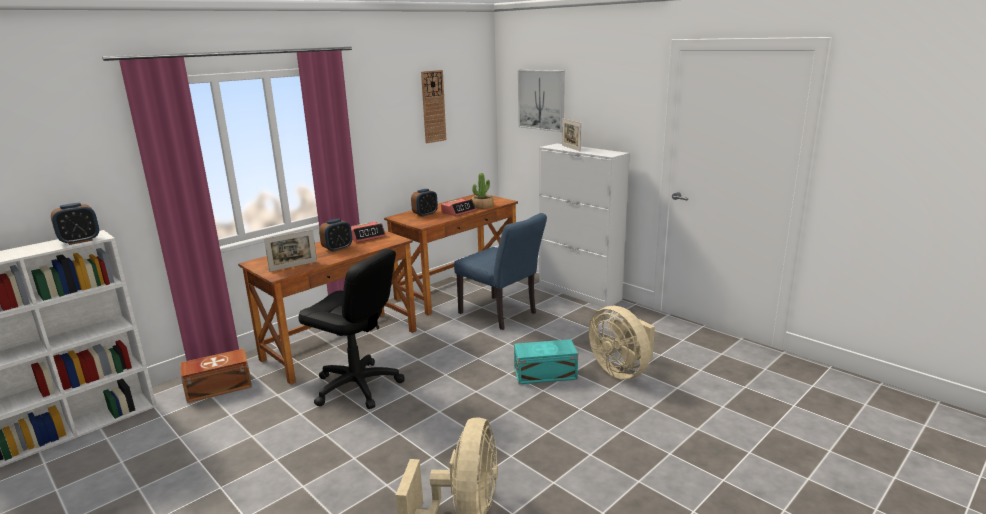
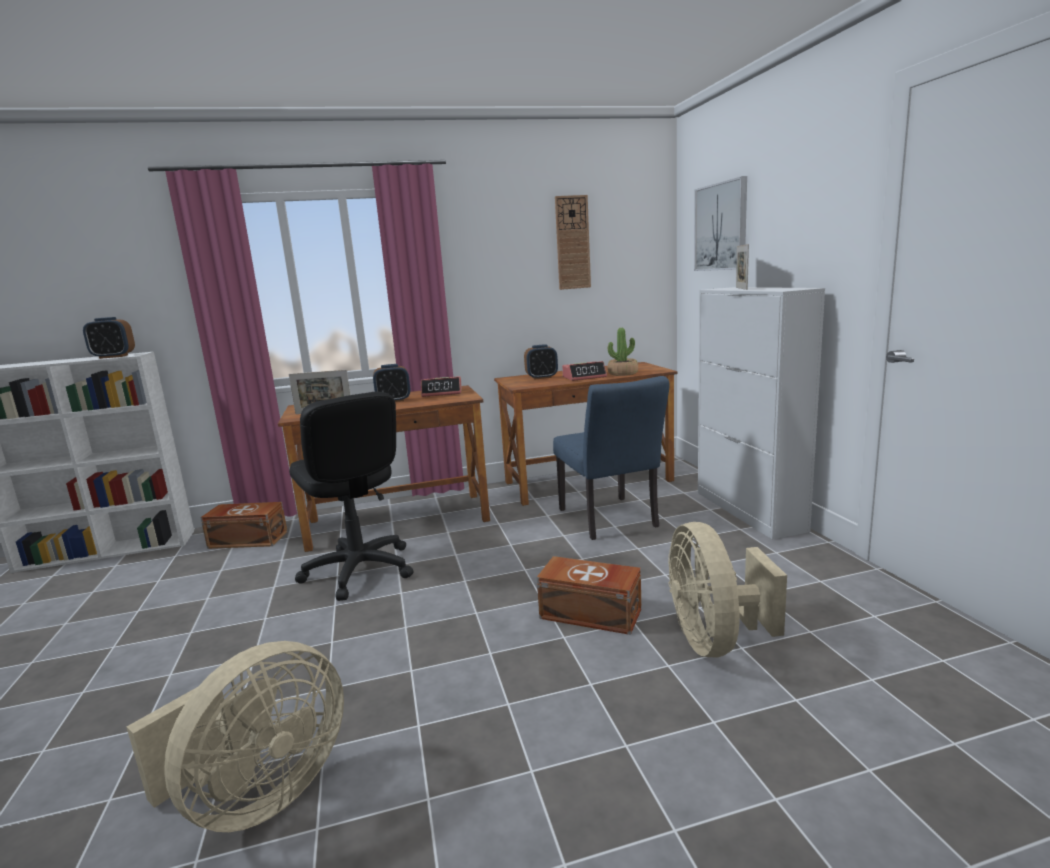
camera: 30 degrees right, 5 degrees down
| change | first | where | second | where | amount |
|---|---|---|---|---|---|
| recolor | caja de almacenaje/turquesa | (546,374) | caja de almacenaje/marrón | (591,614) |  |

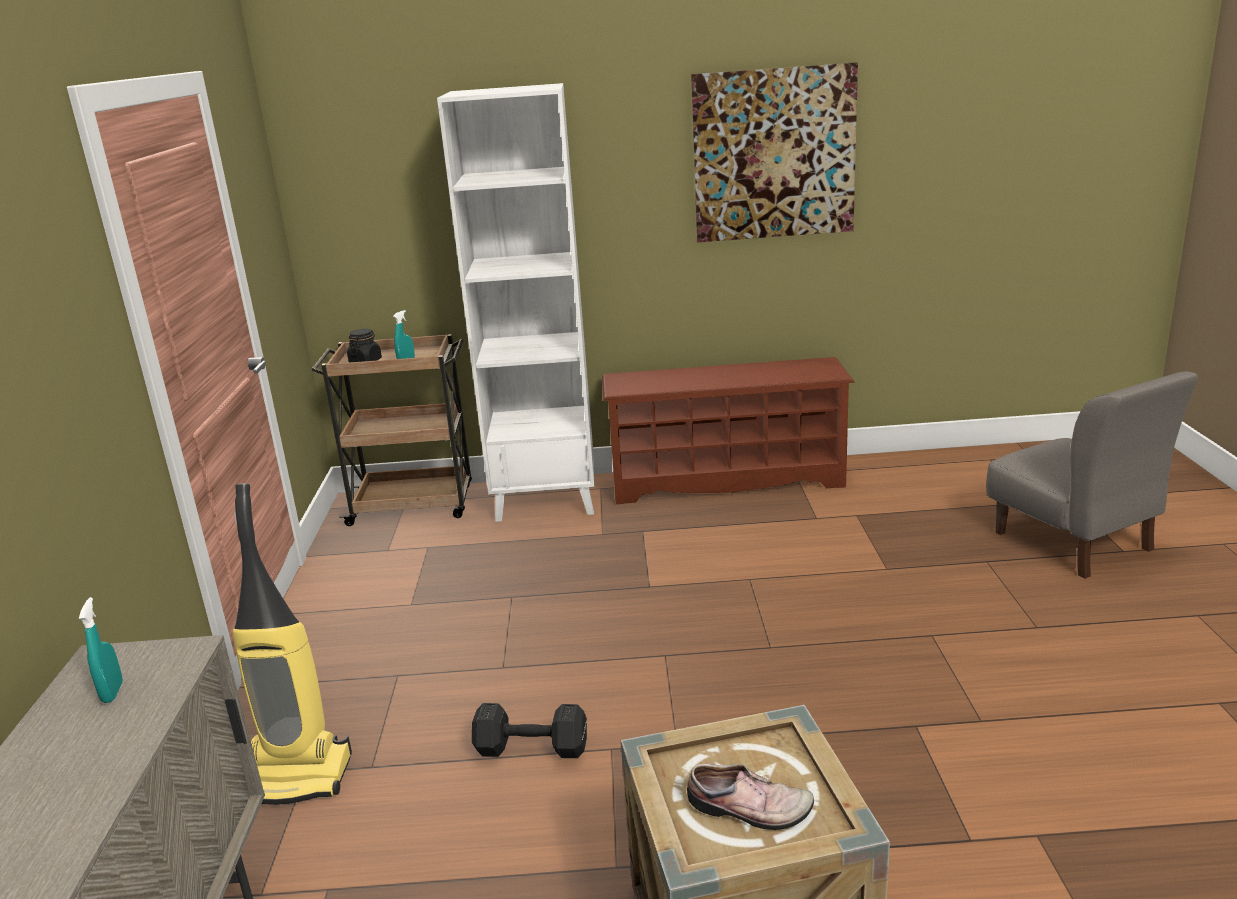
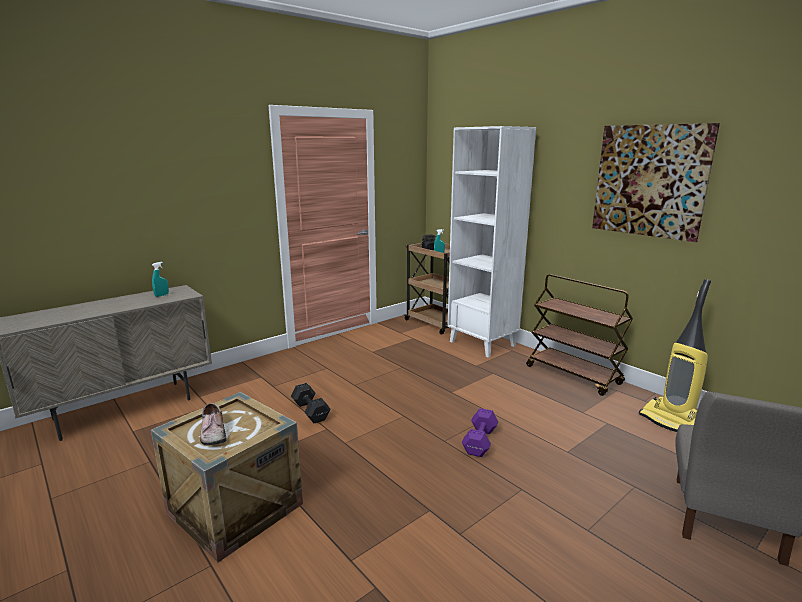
camera: 50 degrees right, 5 degrees down
| change | first | where | second | where | amount |
|---|---|---|---|---|---|
| insert |  |  | mancuerna/morado | (479,442) |  |
| move | aspiradora | (293,775) |  | (672,421) |  |
| replace | zapatero/marrón | (727,480) | carrito/marrón | (574,375) |  |

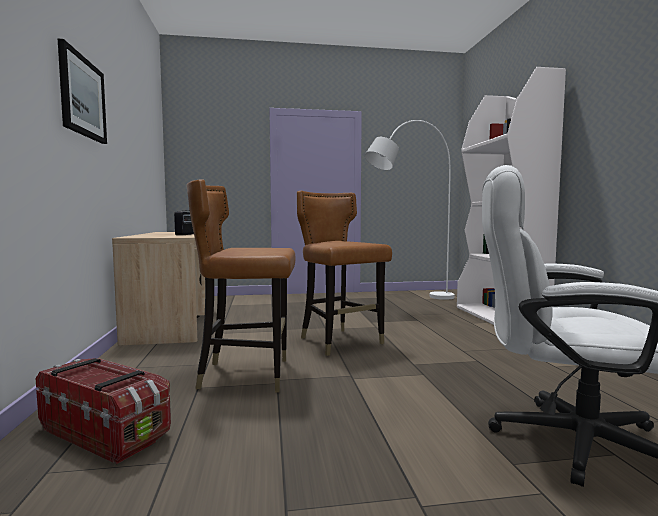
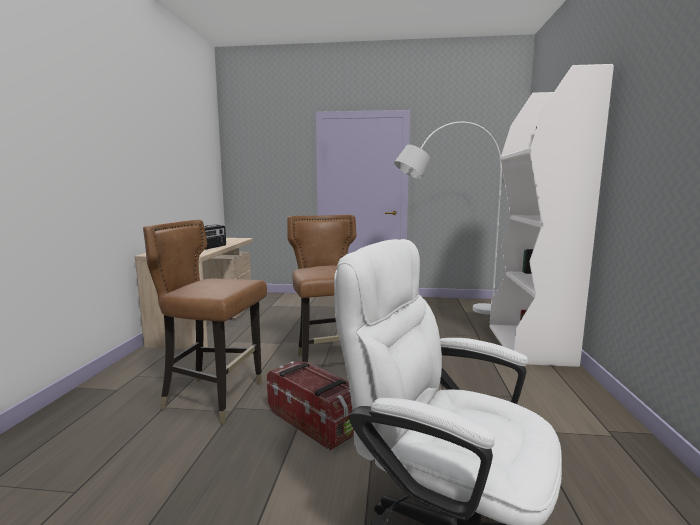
camera: 15 degrees right, 5 degrees up
| change | first | where | second | where | amount |
|---|---|---|---|---|---|
| delete | cuadro | (82,97) |  |  |  |
| move | caja de almacenaje | (106,432) |  | (315,420) |  |

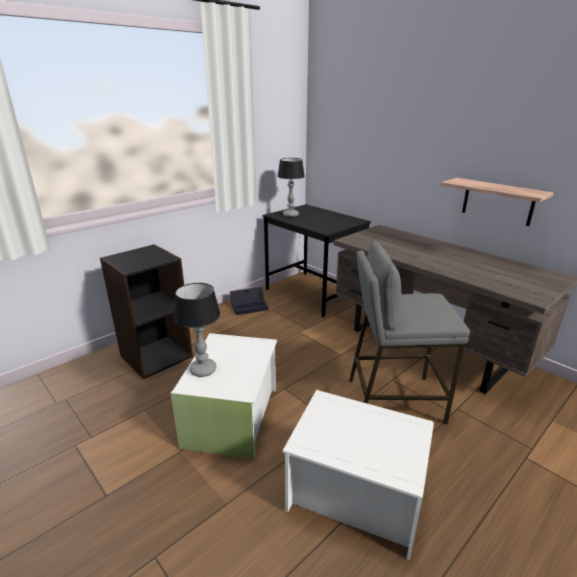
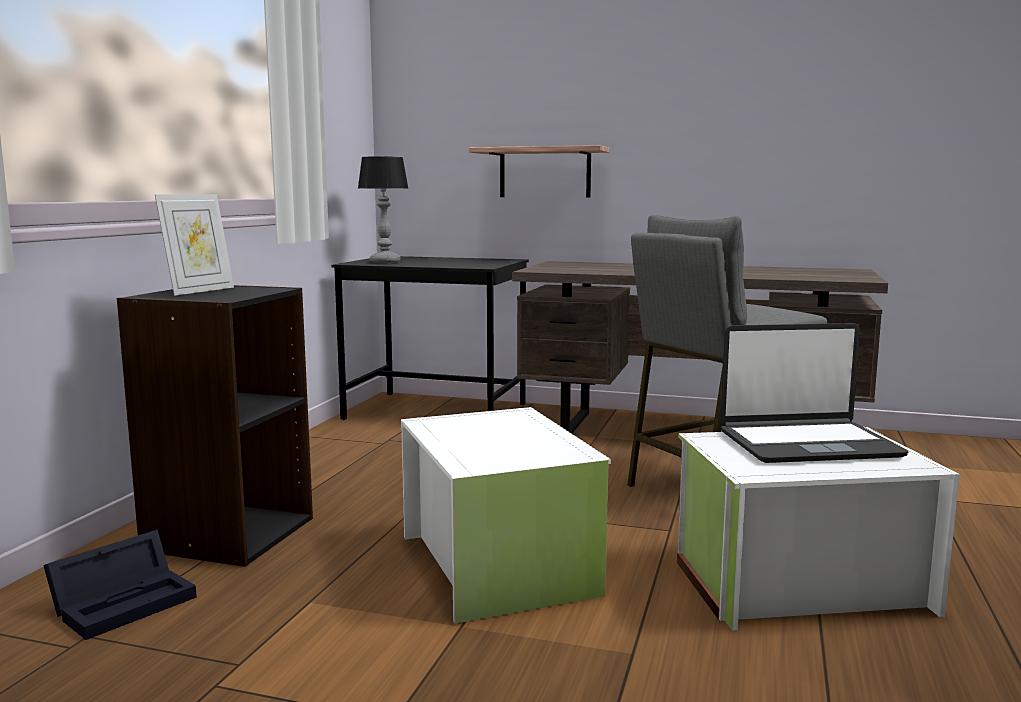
camera: 30 degrees left, 15 degrees down
| change | first | where | second | where | amount |
|---|---|---|---|---|---|
| delete | lámpara de mesa | (203,370) |  |  |  |
| insert |  |  | portarretratos | (199,291) |  |
| insert |  |  | portátil | (807,444) |  |
| move | caja de almacenaje/negro | (250,306) |  | (126,602) |  |
| move | estante | (497,201) |  | (545,173) |  |

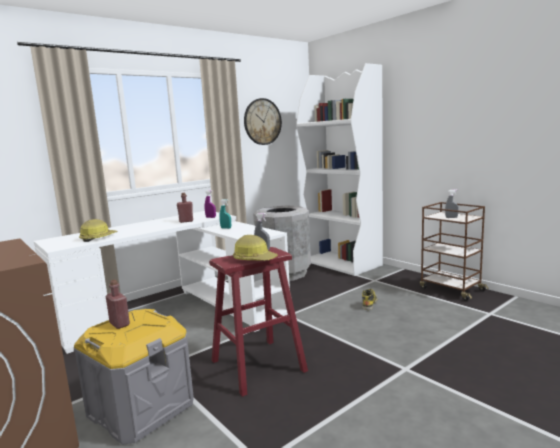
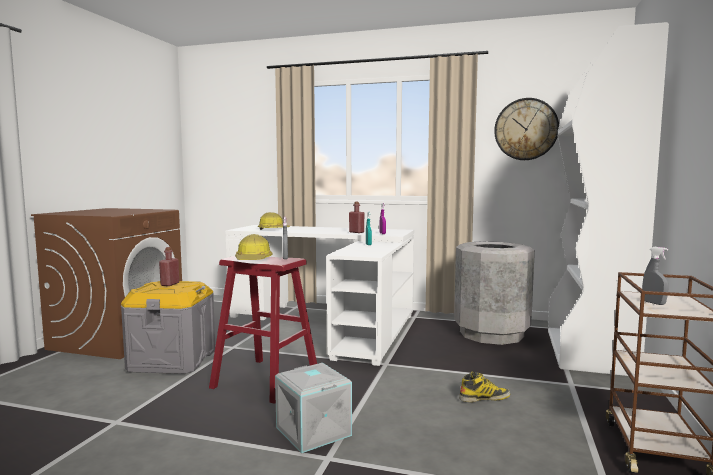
camera: 55 degrees right, 5 degrees down
| change | first | where | second | where | amount |
|---|---|---|---|---|---|
| insert |  |  | caja de almacenaje/gris | (312,431) |  |

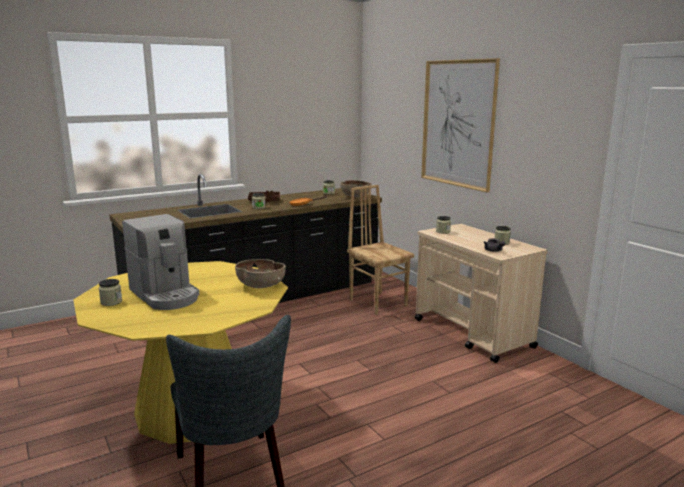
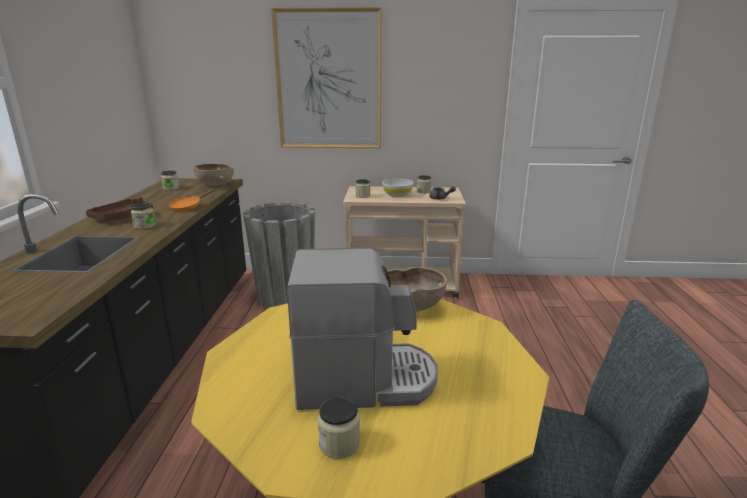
camera: 55 degrees left, 5 degrees up
| change | first | where | second | where | amount |
|---|---|---|---|---|---|
| insert |  |  | cuenco/blanco | (397,195) |  |
| replace | silla/marrón | (378,302) | maceta/gris | (285,297) |  |

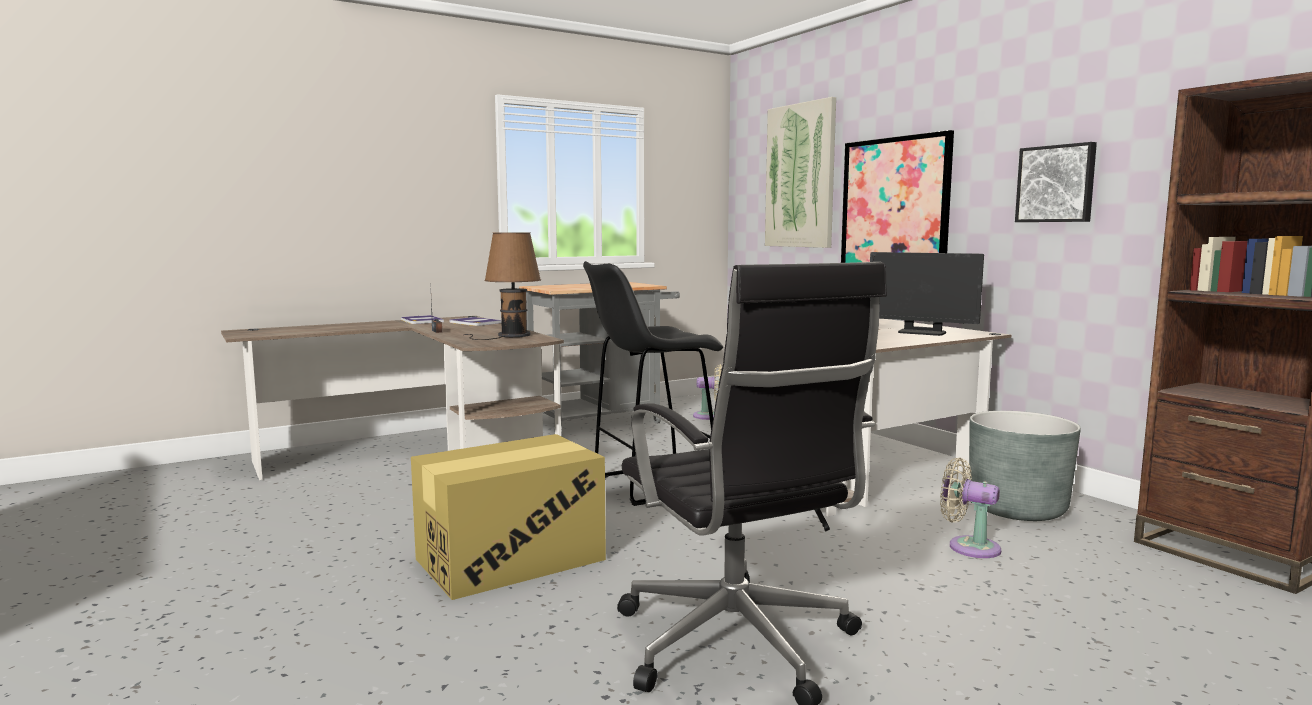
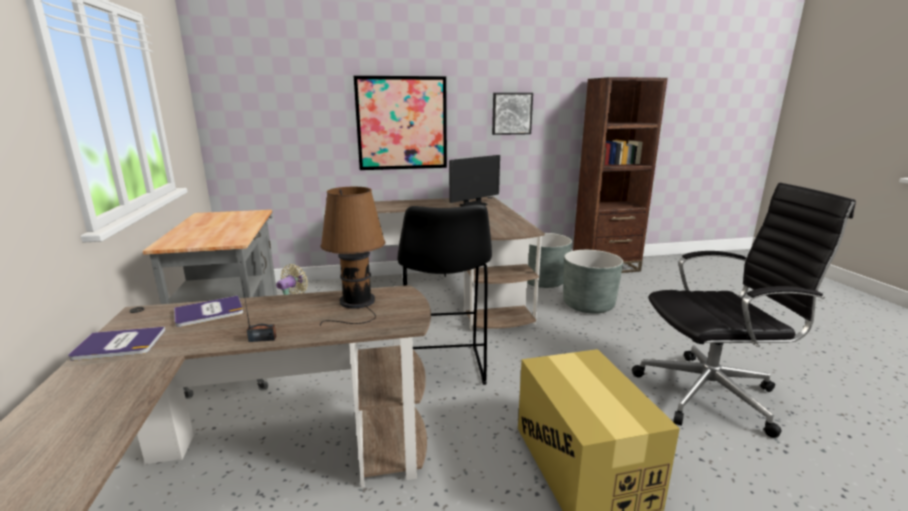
camera: 70 degrees left, 10 degrees up
| change | first | where | second | where | amount |
|---|---|---|---|---|---|
| delete | cuadro | (800,176) |  |  |  |
| replace | ventilador/beis | (968,547) | maceta/gris | (588,305) |  |

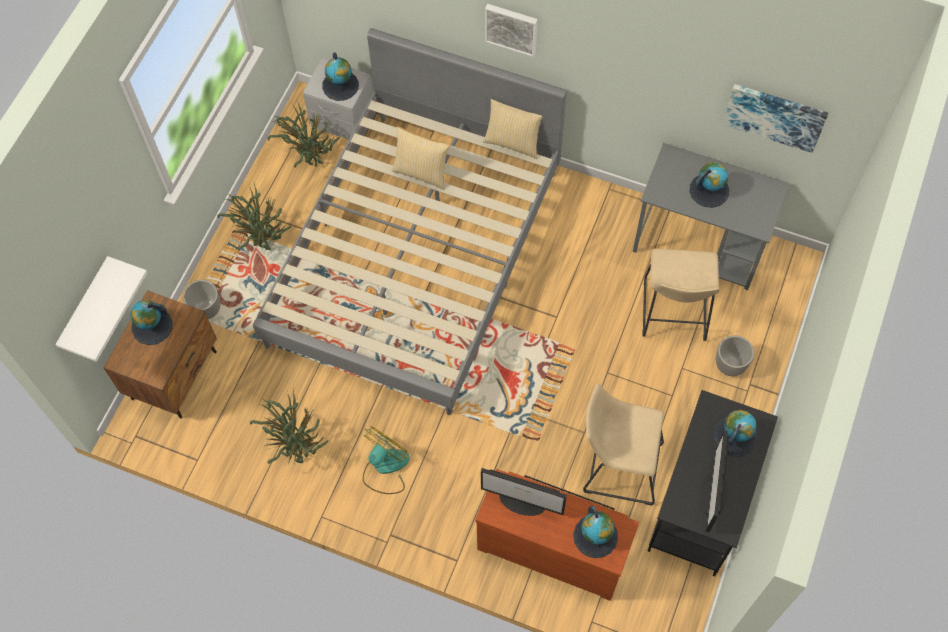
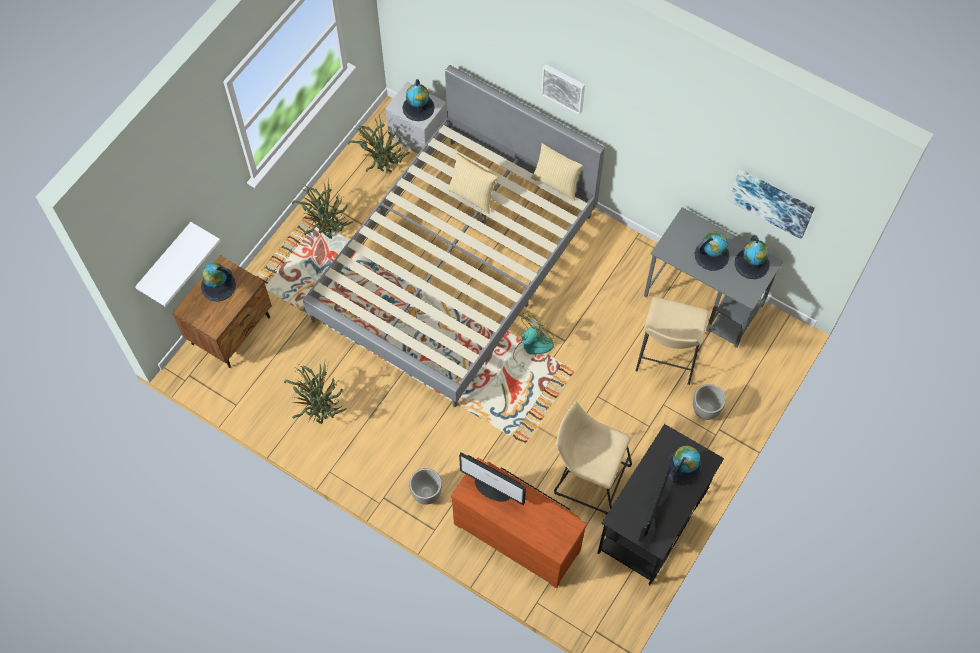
camera: 10 degrees right, 0 degrees up
| change | first | where | second | where | amount |
|---|---|---|---|---|---|
| move | maceta | (206,309) |  | (426,493) |  |
| move | ventilador | (385,467) |  | (532,350) |  |
| move | globo terráqueo | (595,536) |  | (752,263) |  |

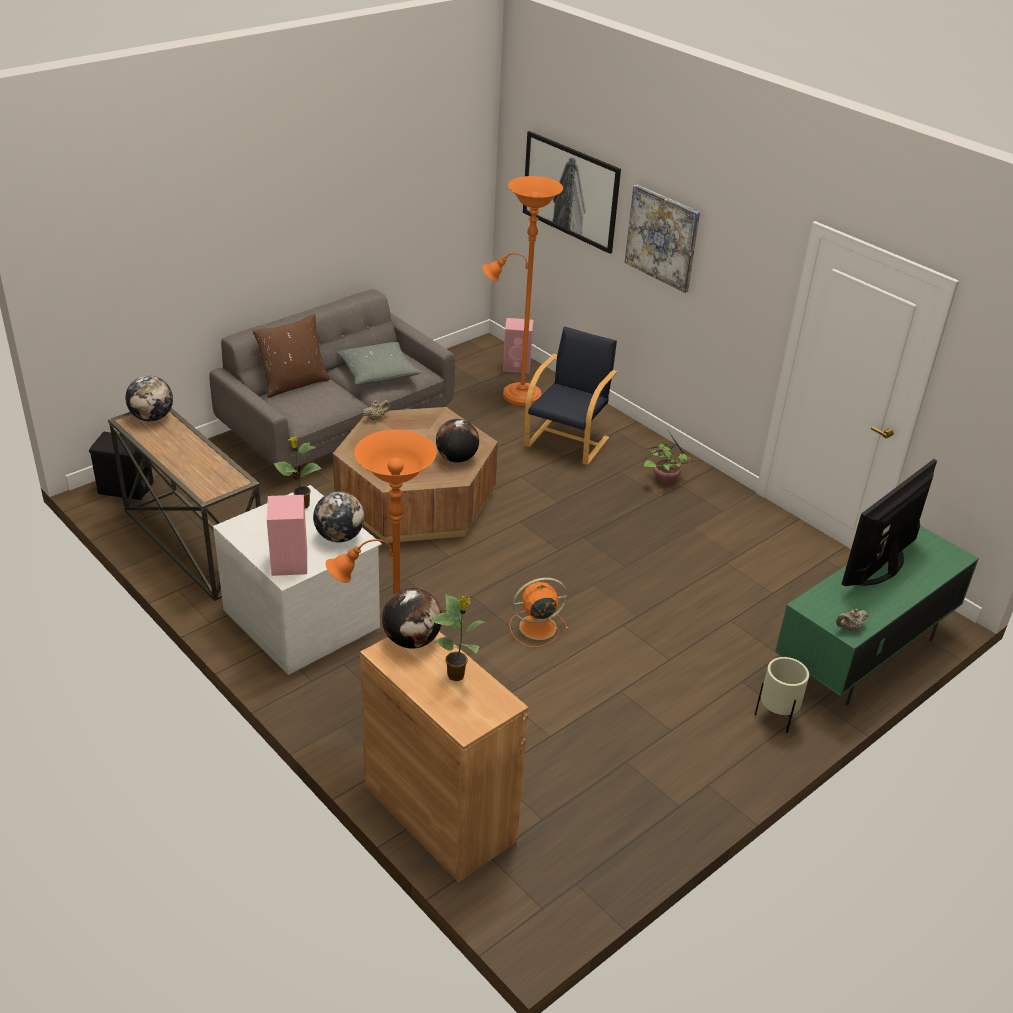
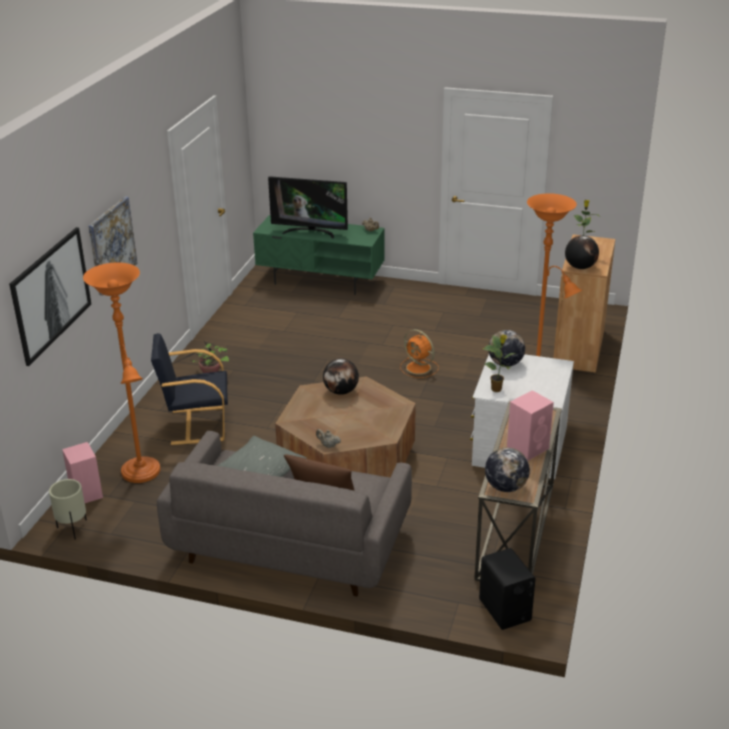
camera: 120 degrees left, 5 degrees down
| change | first | where | second | where | amount |
|---|---|---|---|---|---|
| move | altavoz/rosa | (289,563) |  | (528,448) |  |
| move | maceta/beis | (776,718) |  | (72,529) |  |

